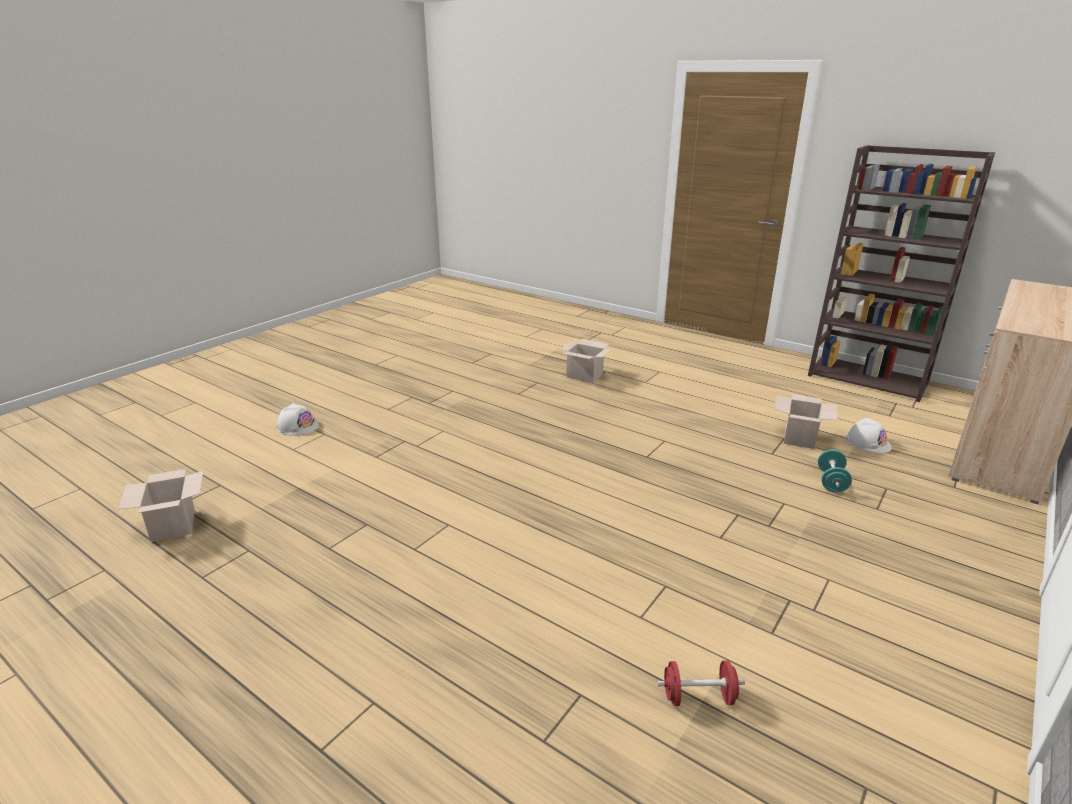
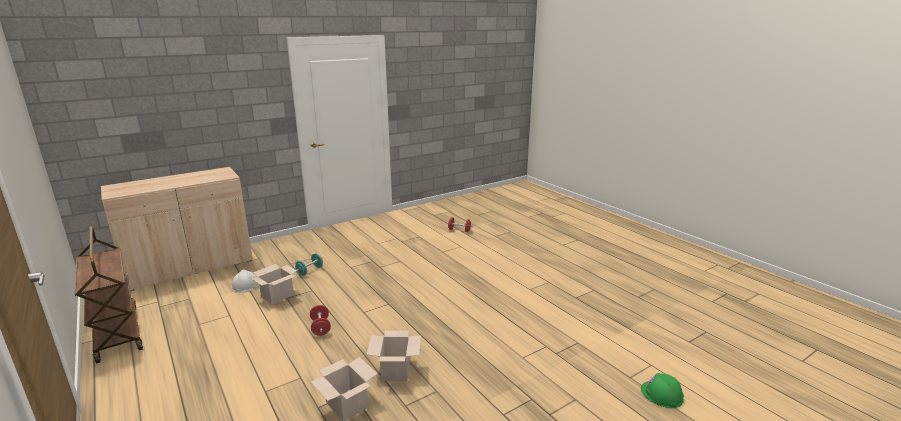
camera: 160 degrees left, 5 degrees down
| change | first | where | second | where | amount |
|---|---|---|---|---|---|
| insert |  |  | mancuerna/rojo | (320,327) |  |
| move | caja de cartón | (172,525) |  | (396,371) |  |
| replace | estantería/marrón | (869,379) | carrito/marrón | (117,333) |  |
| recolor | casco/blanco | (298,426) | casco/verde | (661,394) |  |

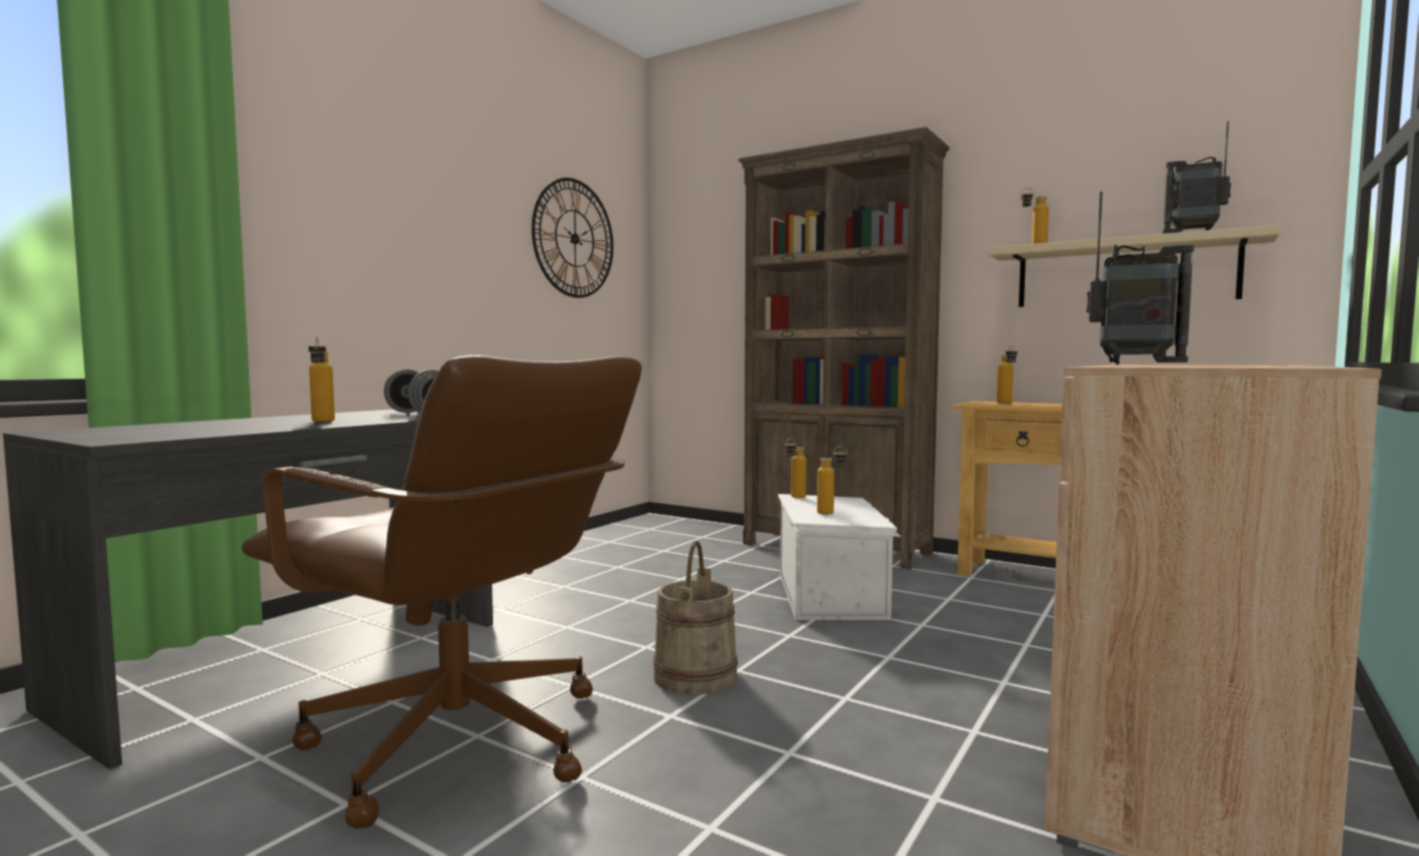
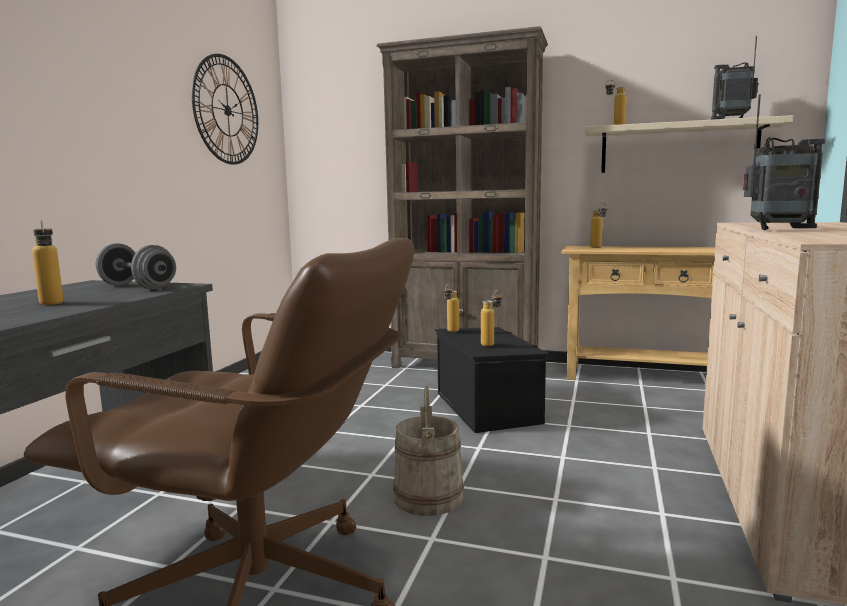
camera: 15 degrees left, 5 degrees up
| change | first | where | second | where | amount |
|---|---|---|---|---|---|
| recolor | caja de almacenaje/blanco | (832,595) | caja de almacenaje/negro | (488,407) |  |

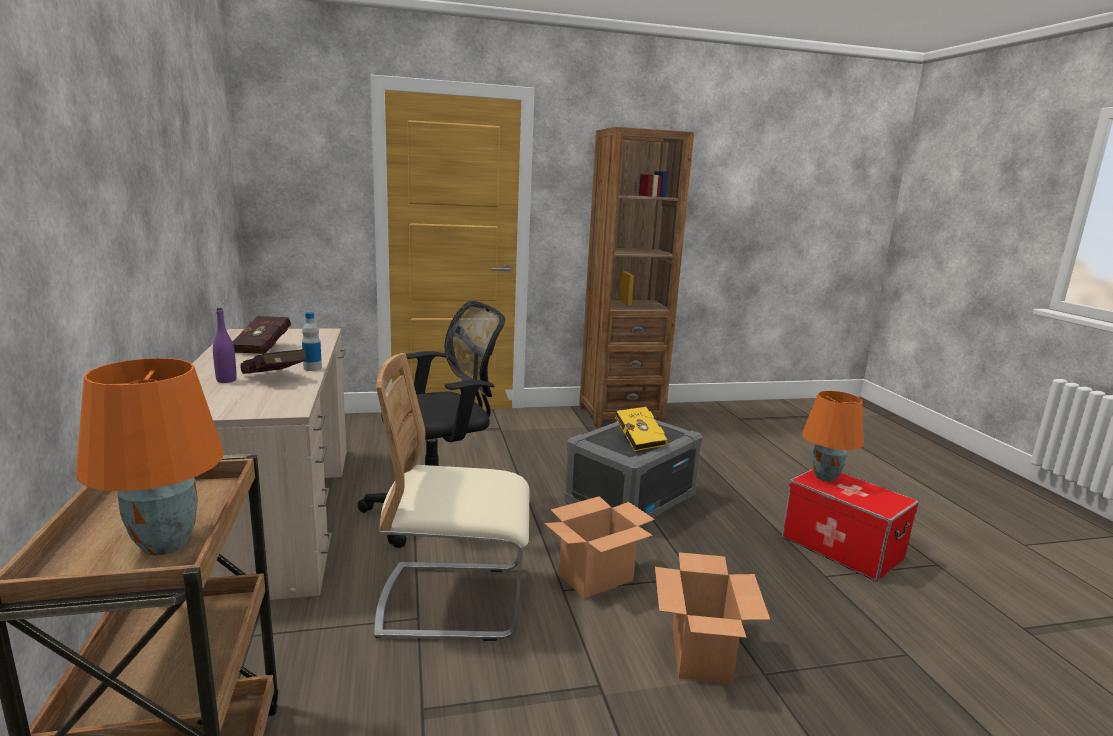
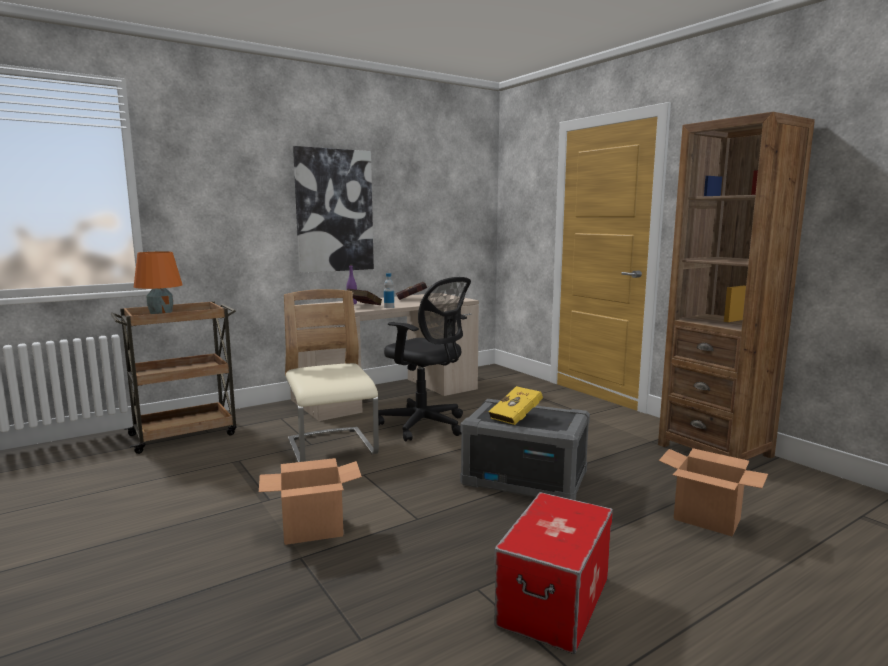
camera: 70 degrees right, 5 degrees down
| change | first | where | second | where | amount |
|---|---|---|---|---|---|
| delete | lámpara de mesa/naranja | (826,477) |  |  |  |
| insert |  |  | cuadro | (334,211) |  |
| move | caja de cartón | (596,577) |  | (707,519) |  |

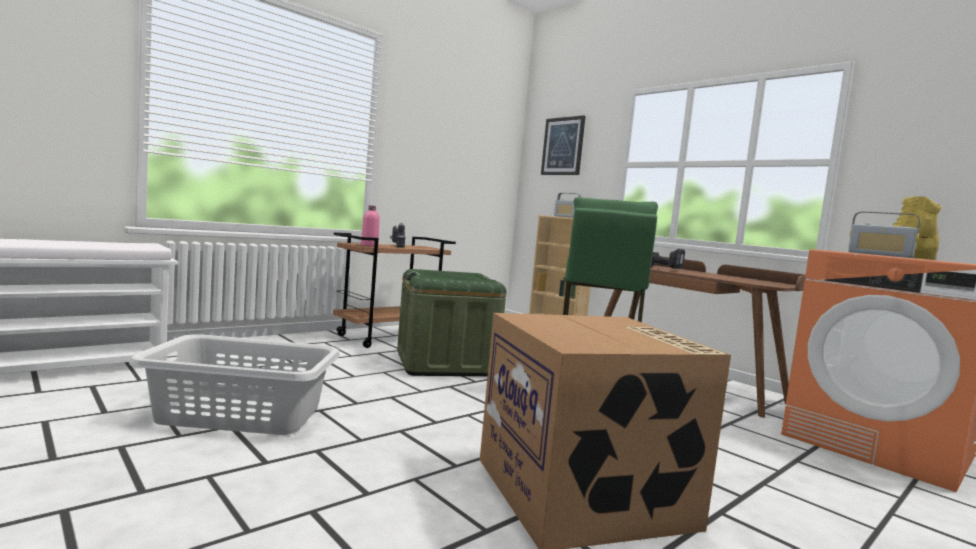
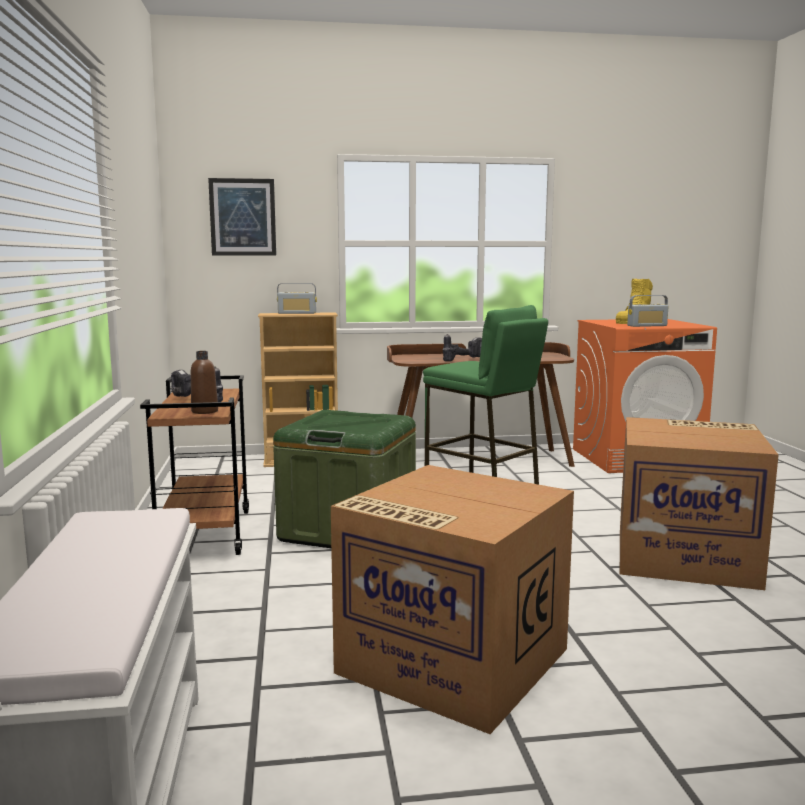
camera: 55 degrees left, 5 degrees up
| change | first | where | second | where | amount |
|---|---|---|---|---|---|
| replace | cesto de la ropa/gris | (240,414) | caja de cartón | (449,661) |  |
| recolor | botella/rosa | (369,245) | botella/marrón | (204,411) |  |

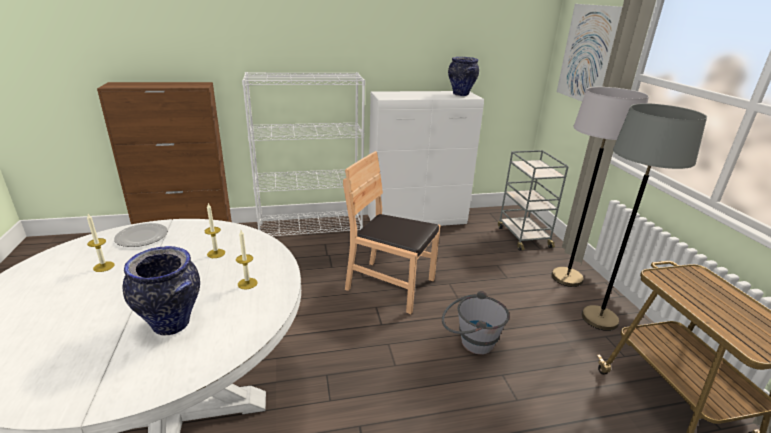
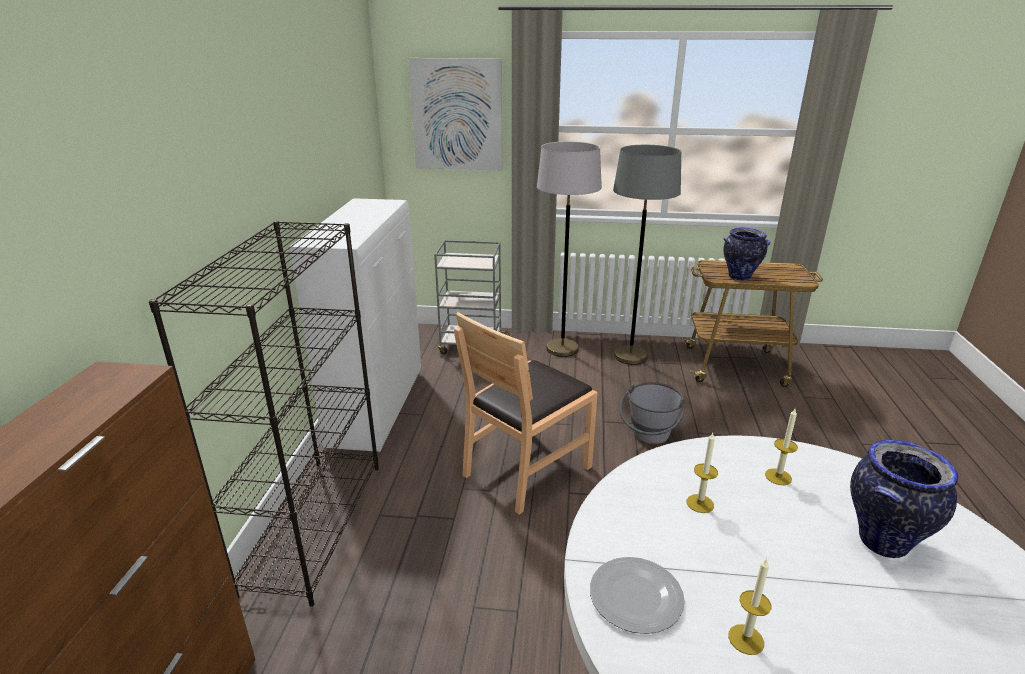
camera: 70 degrees left, 0 degrees up
| change | first | where | second | where | amount |
|---|---|---|---|---|---|
| move | florero | (461,94) |  | (740,277) |  |
| recolor | estantería/blanco | (311,229) | estantería/negro | (315,524) |  |

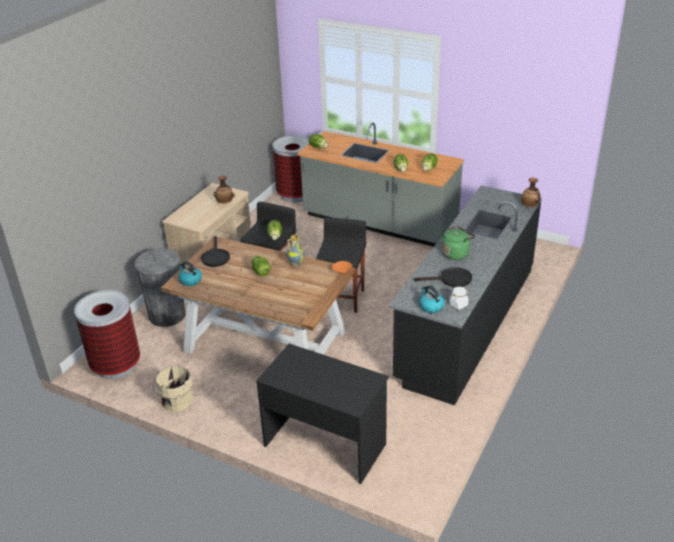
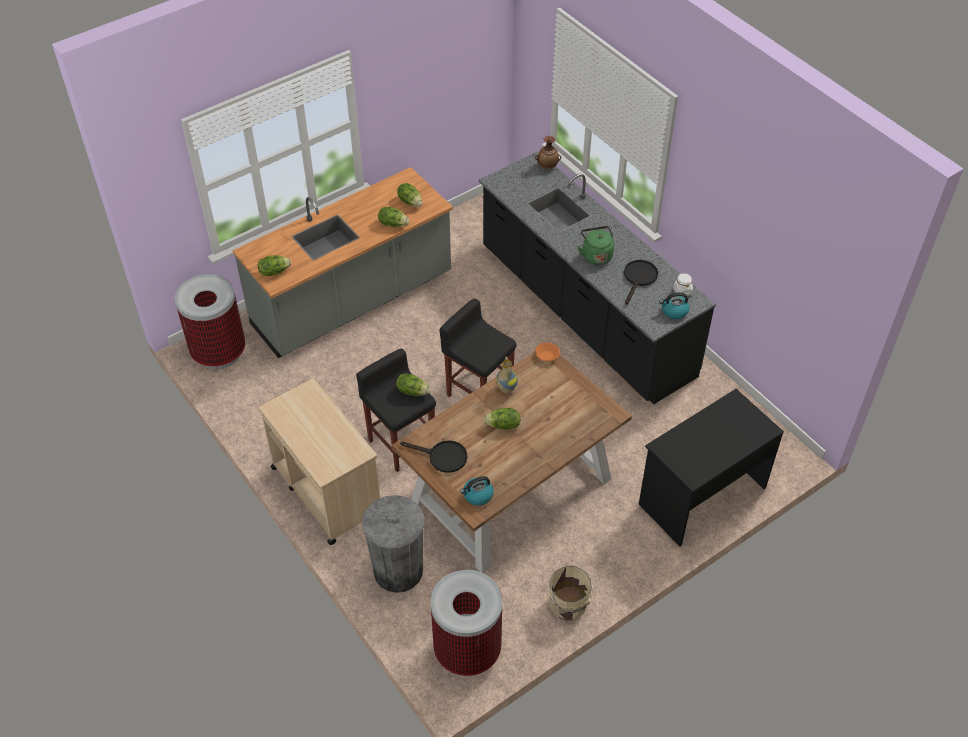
camera: 65 degrees left, 15 degrees up
| change | first | where | second | where | amount |
|---|---|---|---|---|---|
| delete | florero | (225,203) |  |  |  |

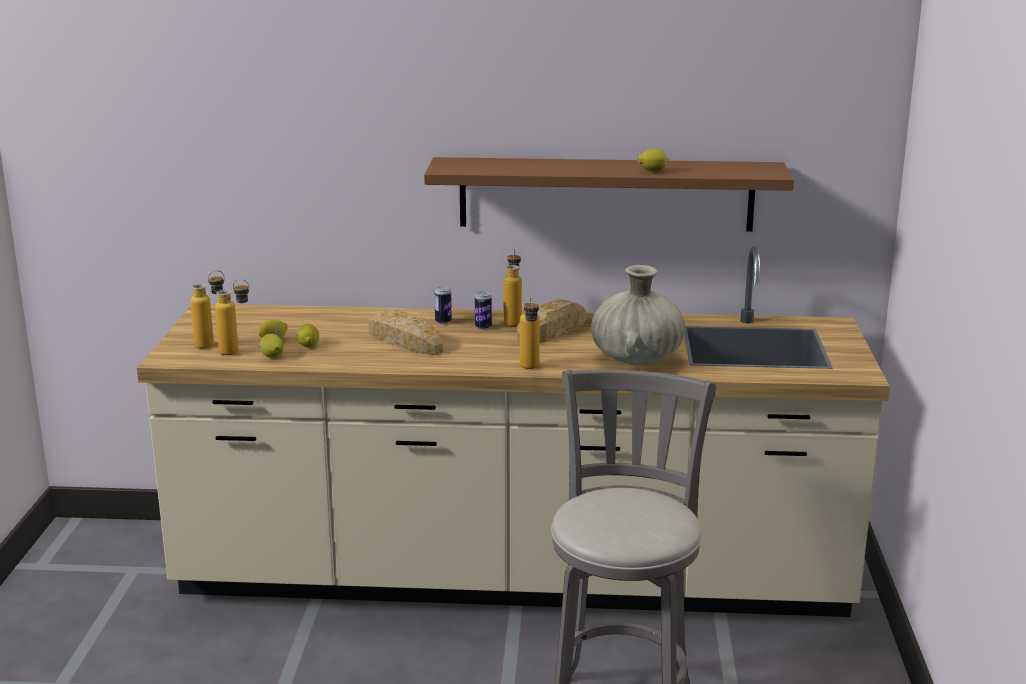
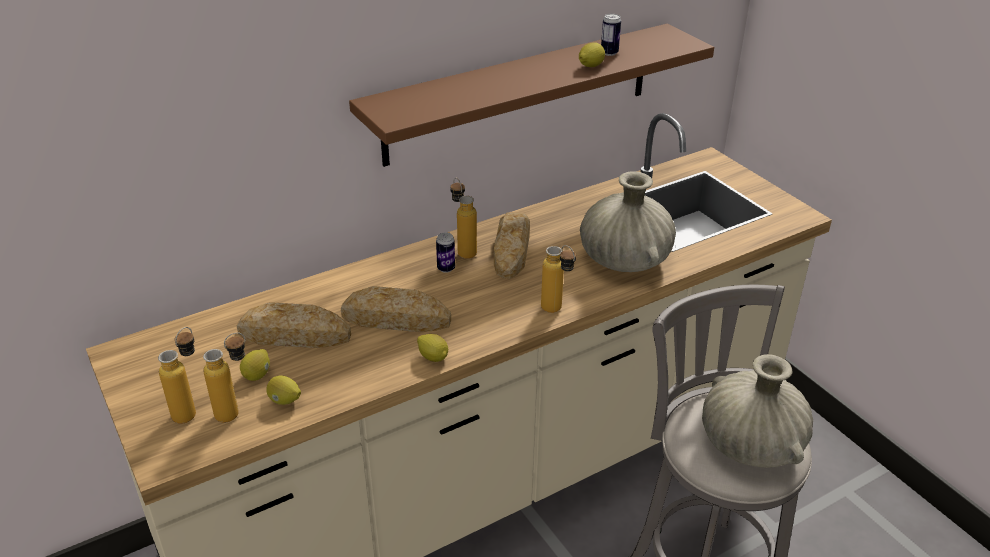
camera: 35 degrees left, 15 degrees up
| change | first | where | second | where | amount |
|---|---|---|---|---|---|
| insert |  |  | pan | (294,335) |  |
| insert |  |  | florero/beis | (750,445) |  |
| move | limón | (308,345) |  | (433,357) |  |
| move | lata | (443,322) |  | (609,53) |  |

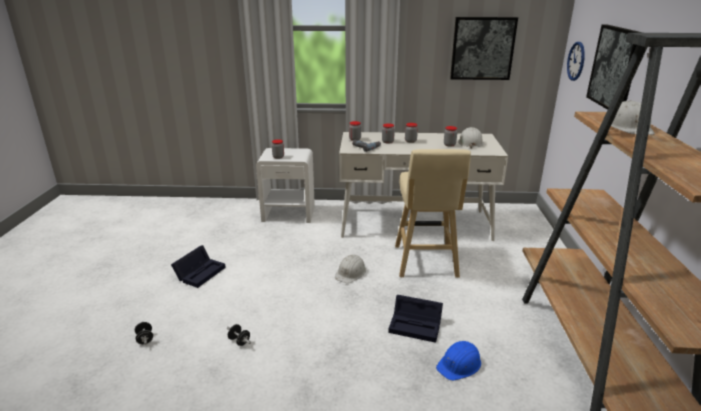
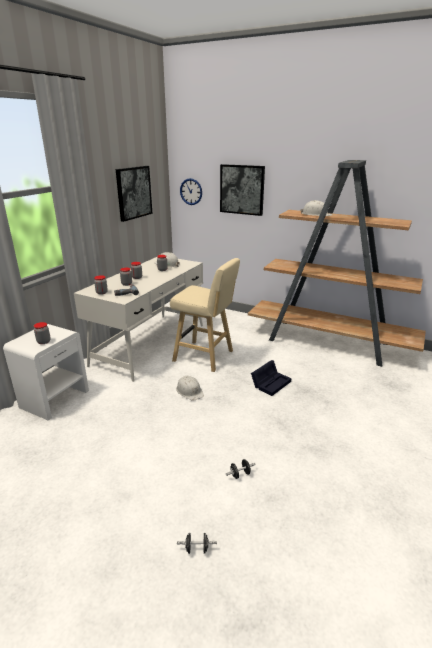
camera: 65 degrees left, 0 degrees up
| change | first | where | second | where | amount |
|---|---|---|---|---|---|
| delete | caja de almacenaje/negro | (200,272) |  |  |  |
| delete | casco/azul | (459,364) |  |  |  |

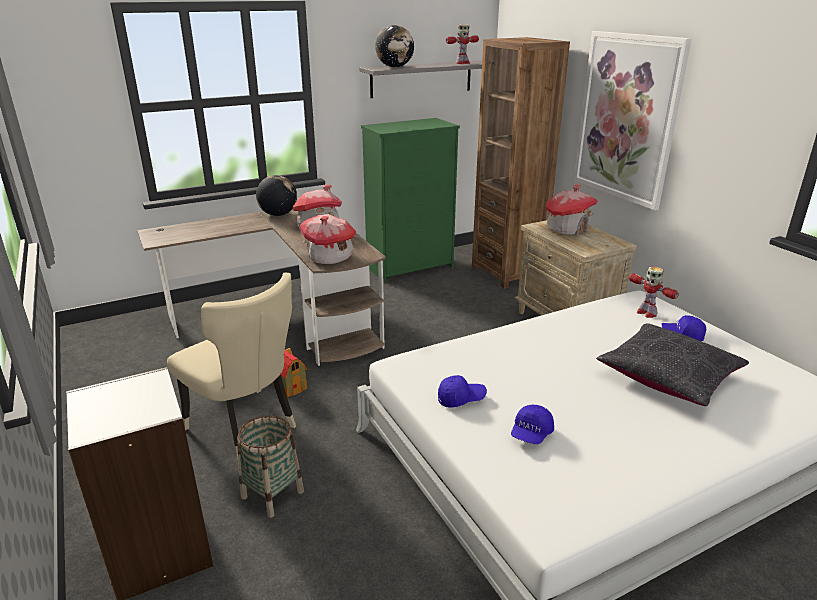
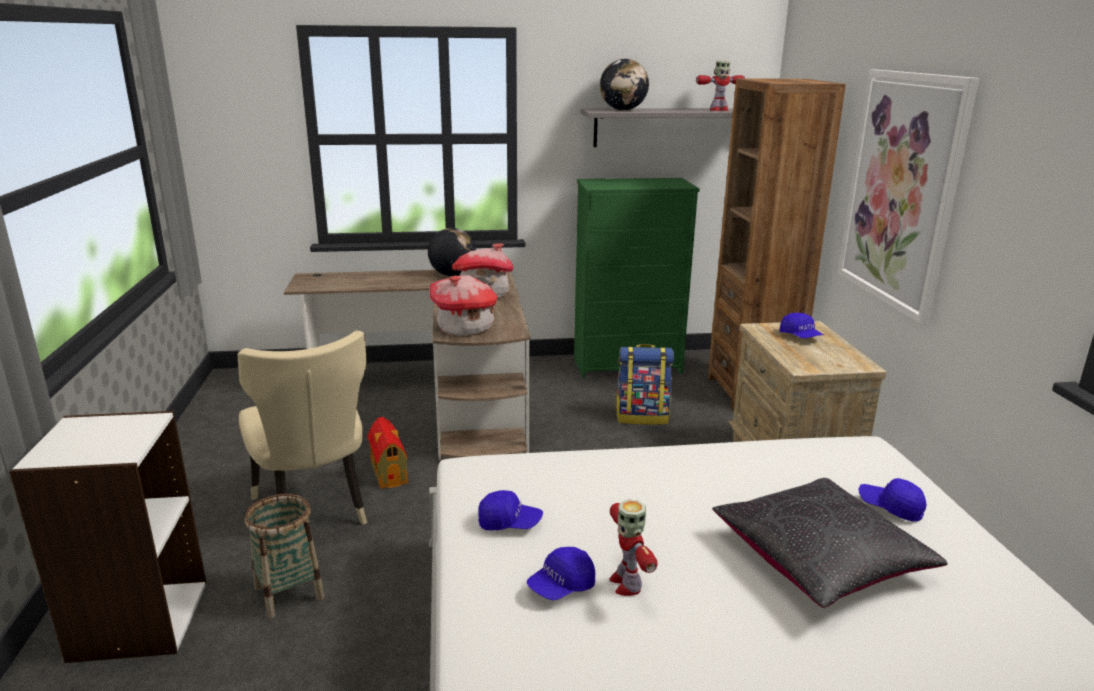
camera: 20 degrees right, 5 degrees down
| change | first | where | second | where | amount |
|---|---|---|---|---|---|
| insert |  |  | mochila | (642,417) |  |
| move | robot de juguete | (646,313) |  | (626,583) |  |
| replace | casita | (567,229) | gorra/azul | (800,336) |  |

